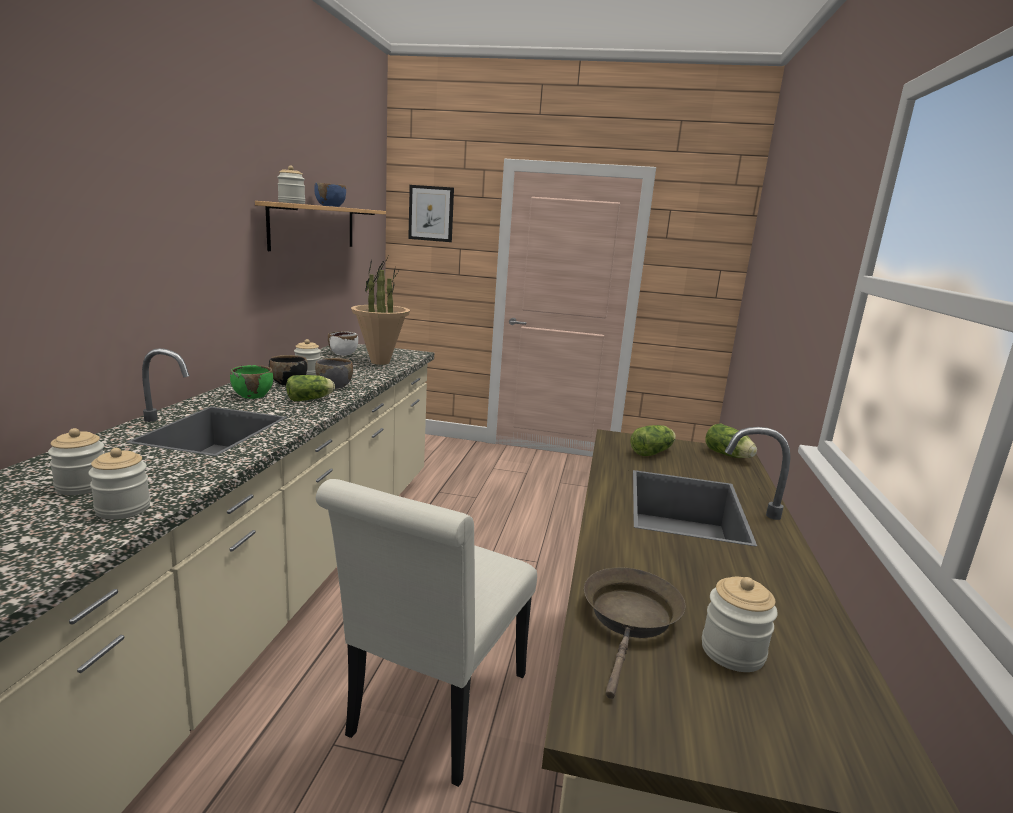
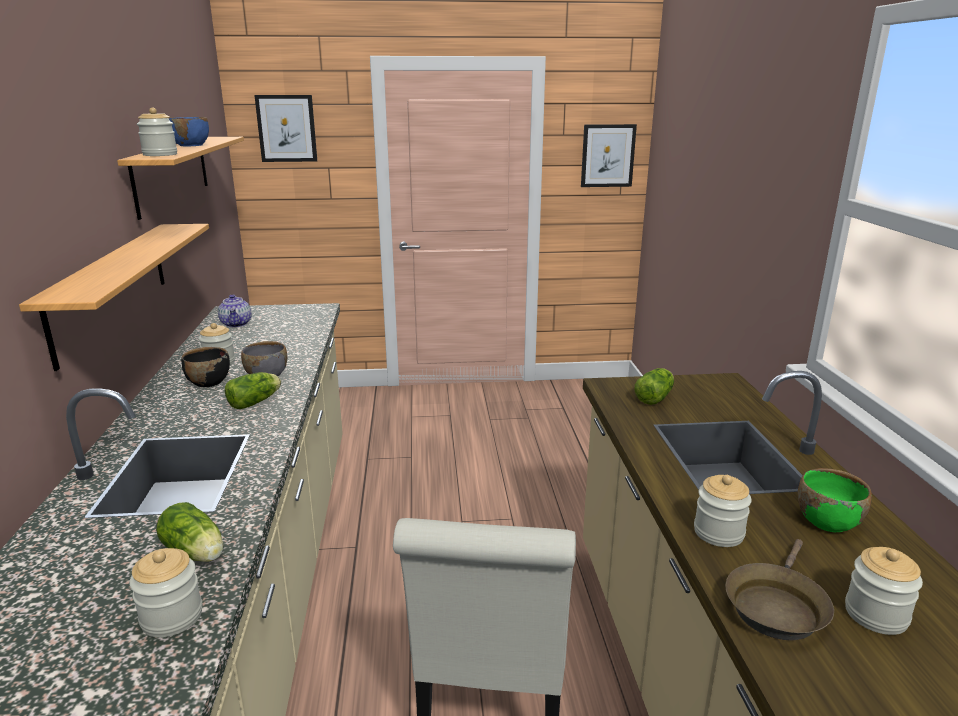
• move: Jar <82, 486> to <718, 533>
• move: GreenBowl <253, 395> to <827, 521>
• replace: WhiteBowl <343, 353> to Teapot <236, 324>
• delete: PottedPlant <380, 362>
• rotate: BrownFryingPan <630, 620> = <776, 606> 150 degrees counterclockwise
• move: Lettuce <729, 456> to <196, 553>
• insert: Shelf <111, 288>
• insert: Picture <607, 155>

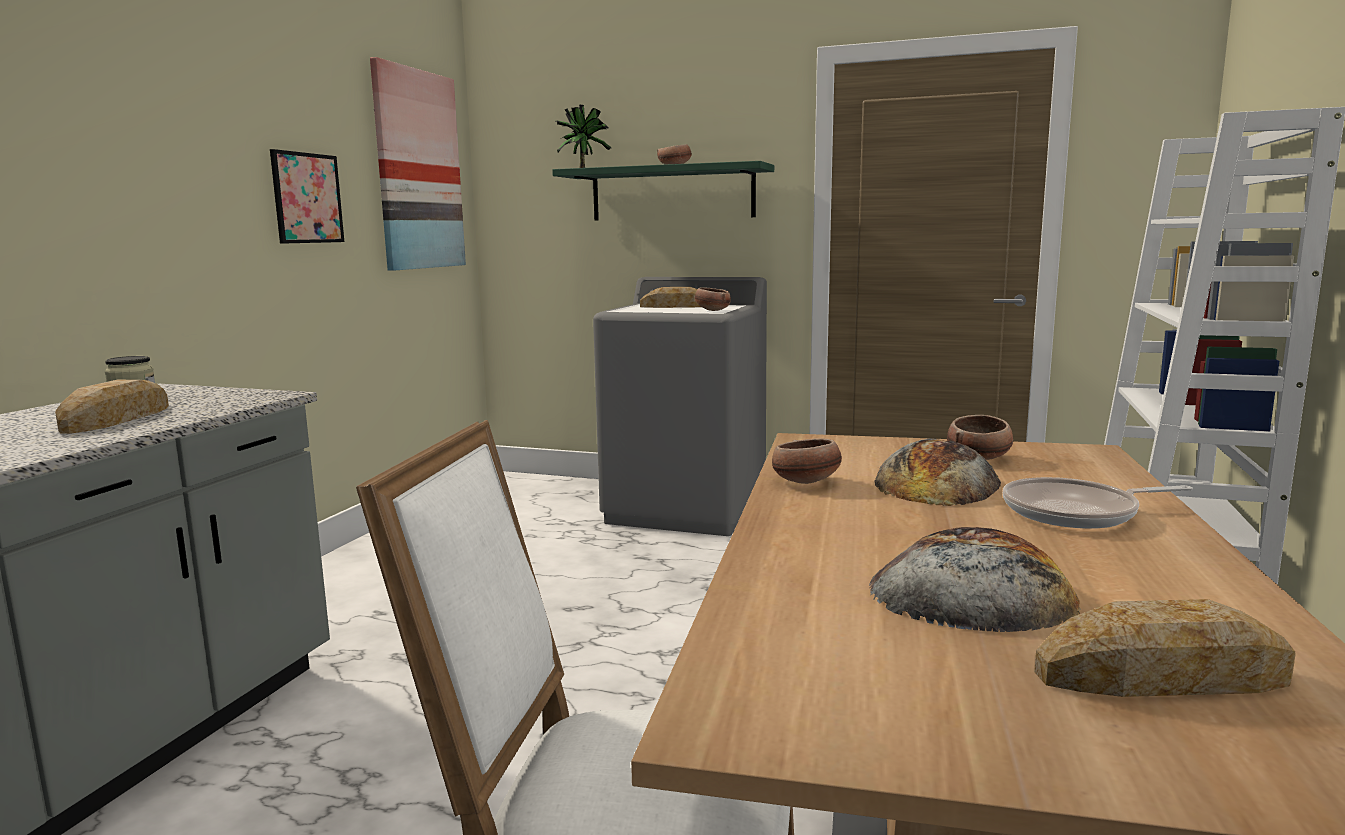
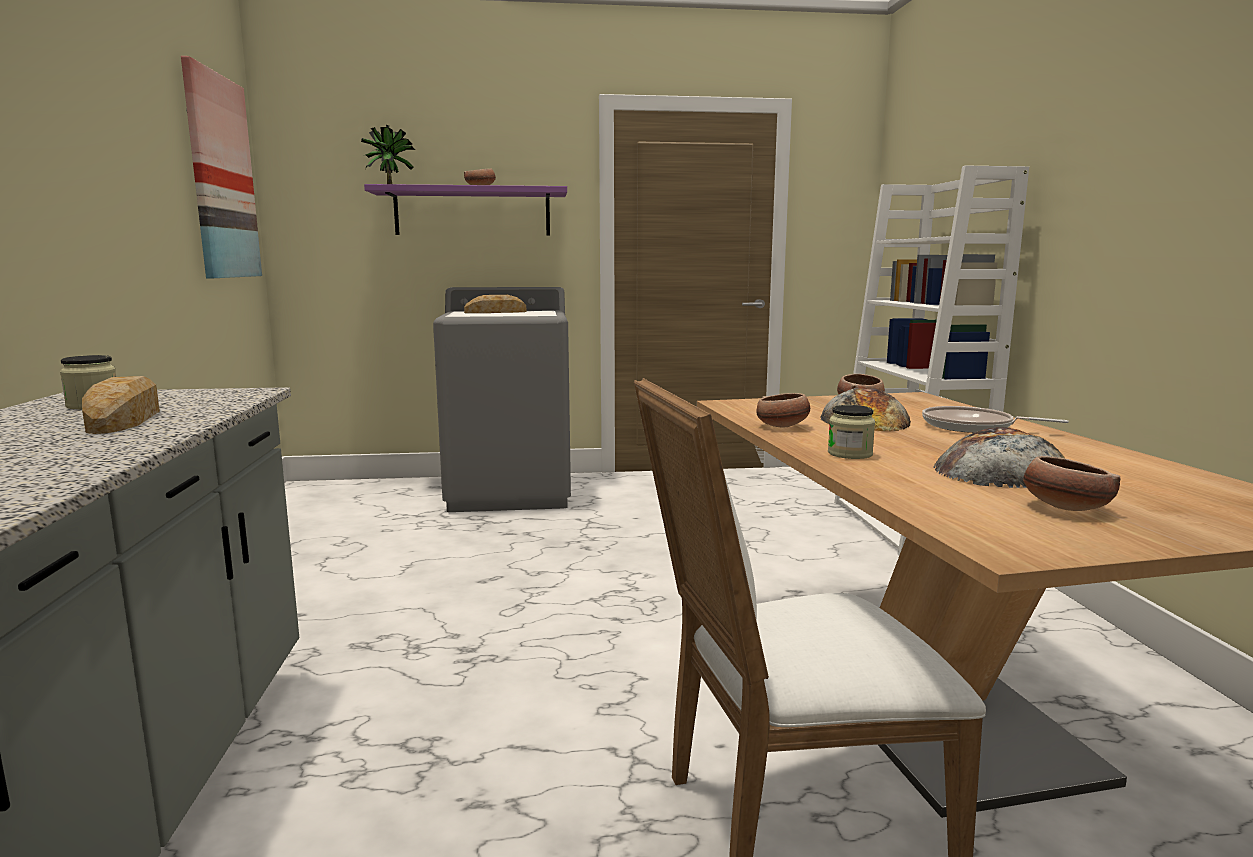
• delete: Picture <307, 198>
• recolor: GreenShelf <672, 194> to PurpleShelf <472, 212>
• move: Bowl <712, 310> to <1063, 508>
• rotate: FryingPan <1077, 513> = <973, 427> 60 degrees clockwise
• delete: Bread <1162, 675>
• insert: Jar <850, 454>

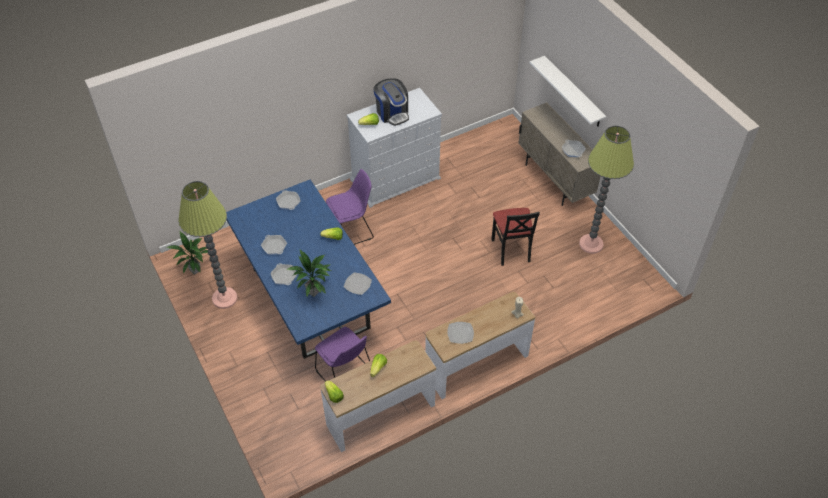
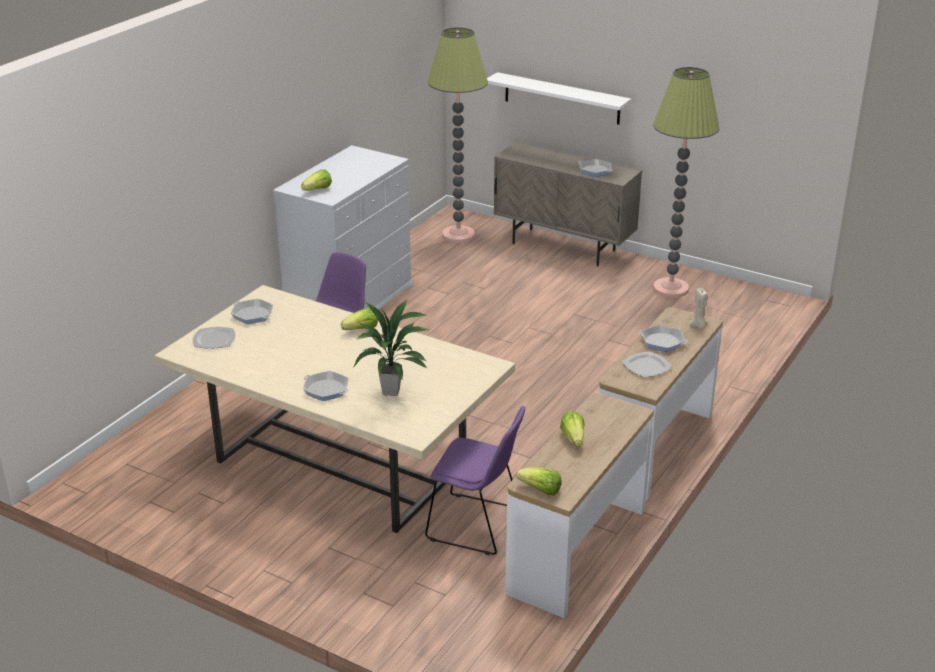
• delete: PottedPlant <195, 271>
• move: FloorLamp <224, 298> to <458, 235>
• recolor: BlueDiningTable <310, 297> to BeigeDiningTable <339, 461>
• move: FryingPan <274, 246> to <662, 342>
• move: Plate <358, 284> to <214, 340>
• delete: CoffeeMachine <392, 113>
• delete: BlackChair <511, 250>

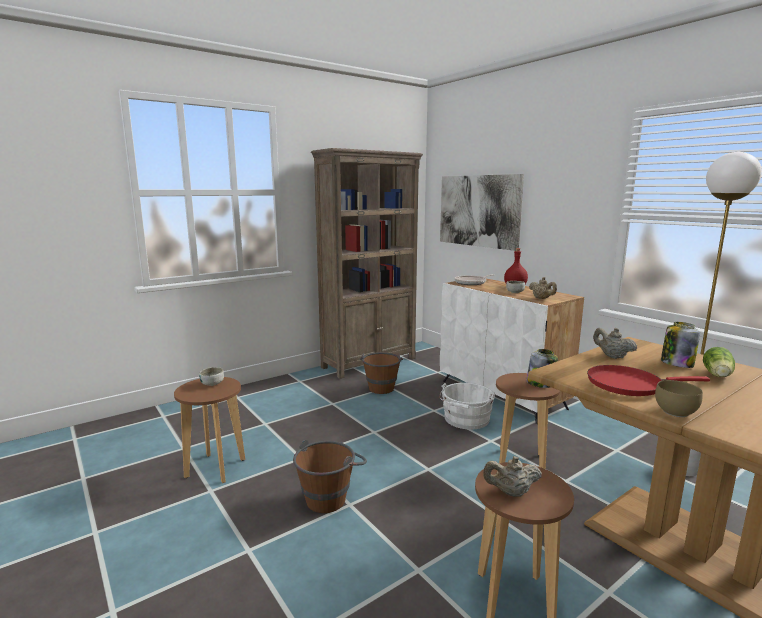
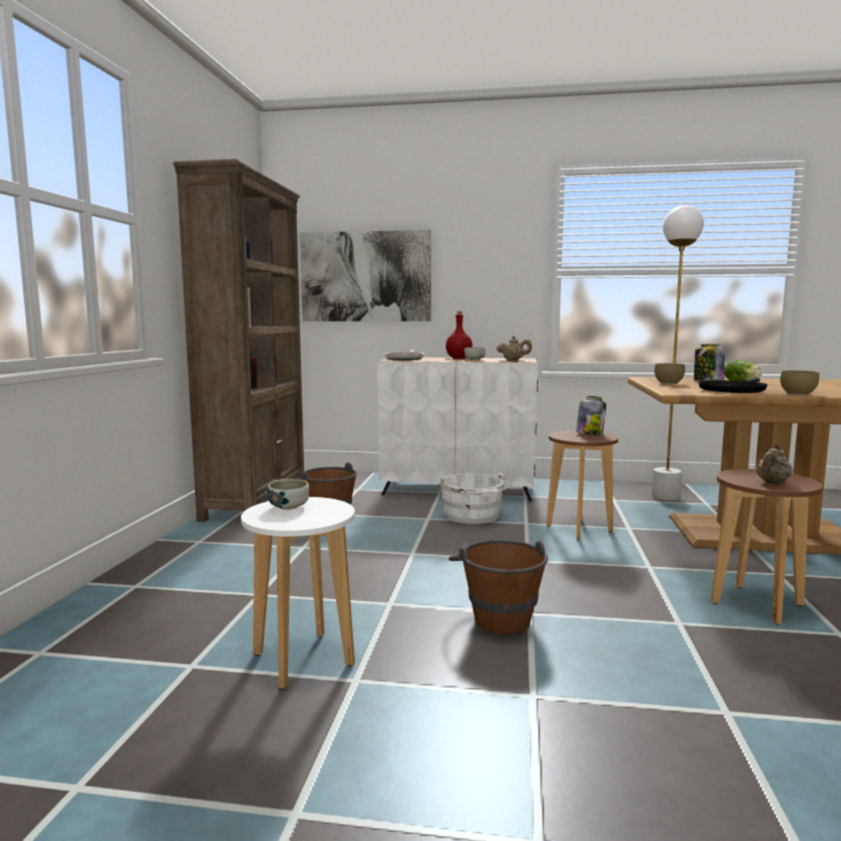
• recolor: BrownStool <215, 468> to WhiteStool <302, 659>
• recolor: RedFryingPan <628, 384> to BlackFryingPan <732, 390>
• replace: BeigeTeapot <612, 356> to BrownBowl <668, 383>

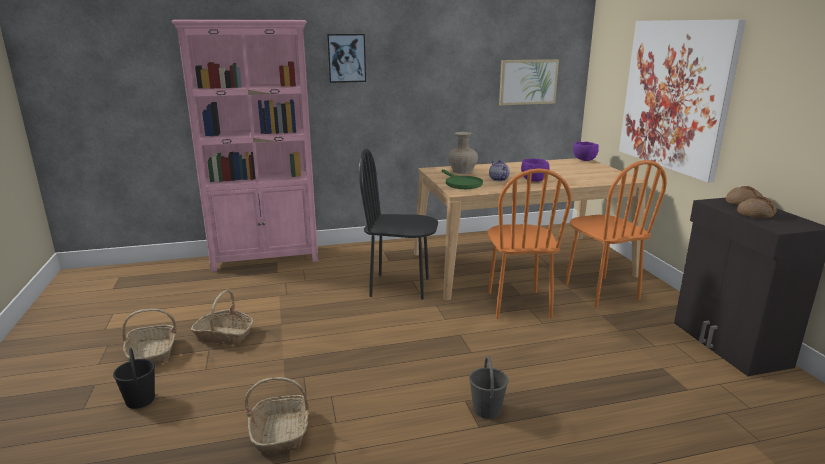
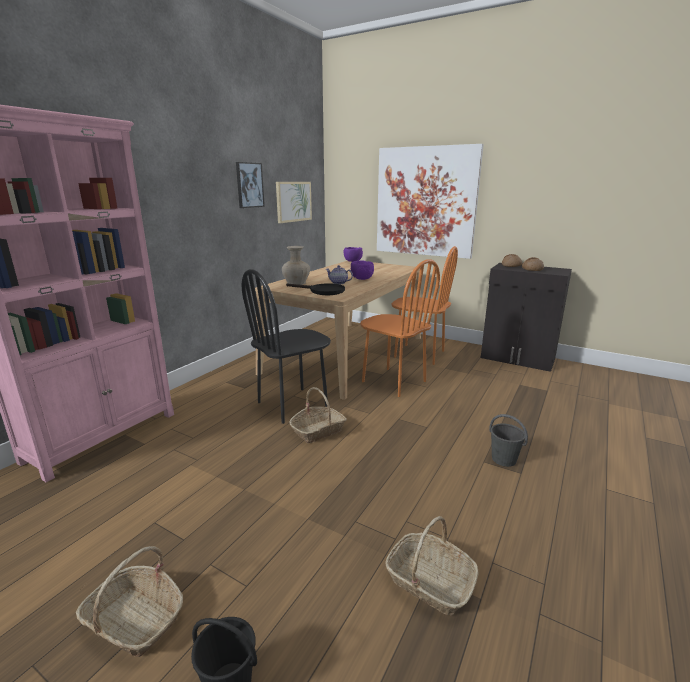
• move: Basket <224, 335> to <318, 430>
• move: Picture <346, 58> to <249, 185>
• recolor: GreenFryingPan <461, 183> to BlackFryingPan <322, 291>

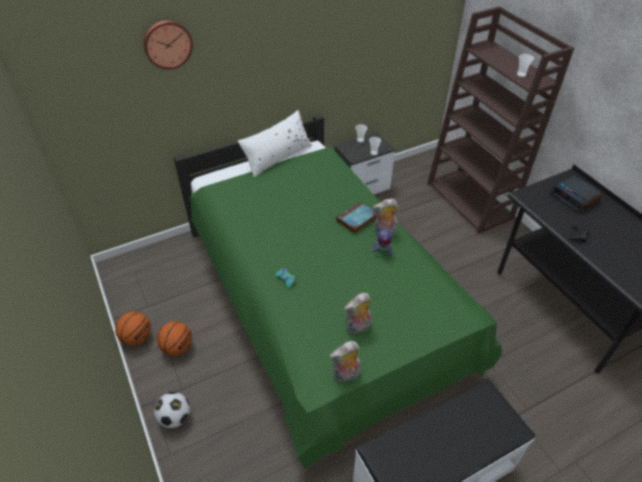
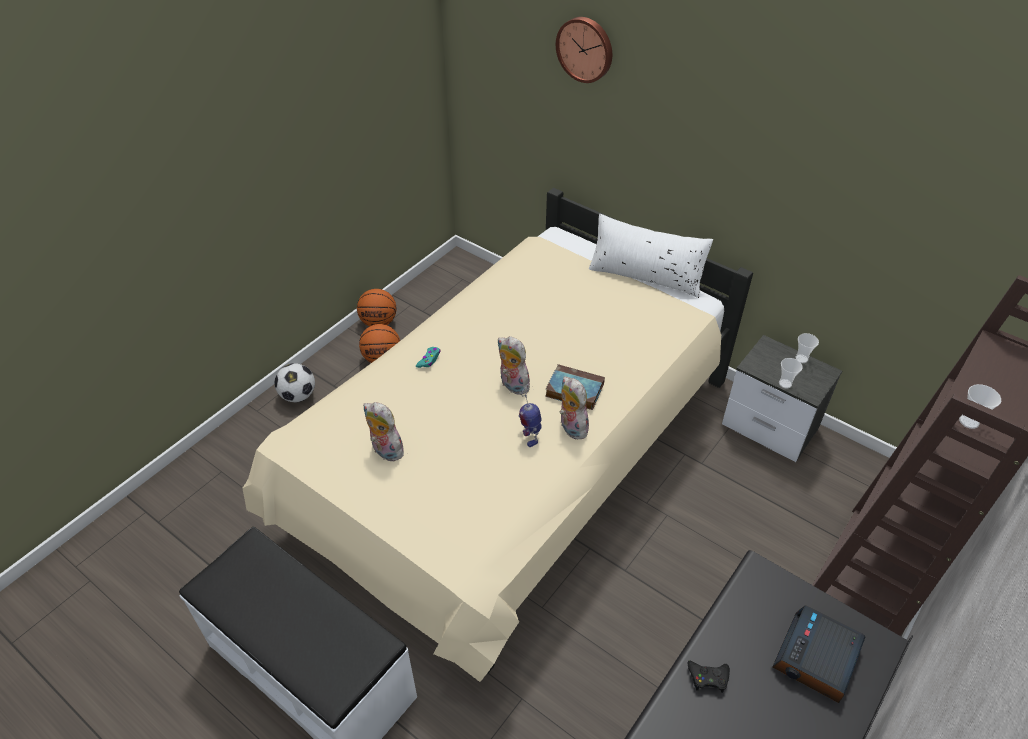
• recolor: GreenBed <320, 304> to BeigeBed <513, 460>
• move: PlushToy <346, 375> to <512, 385>

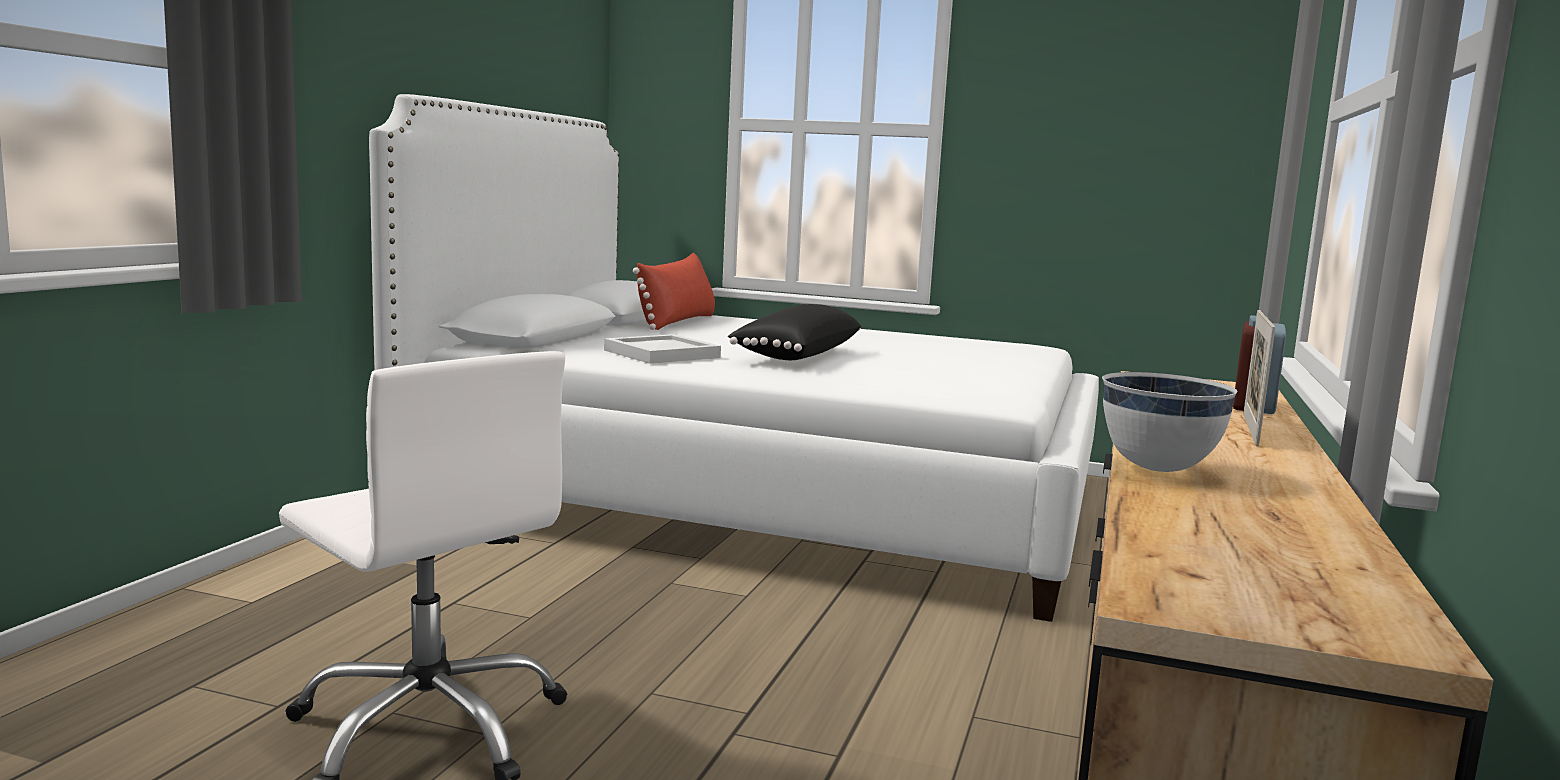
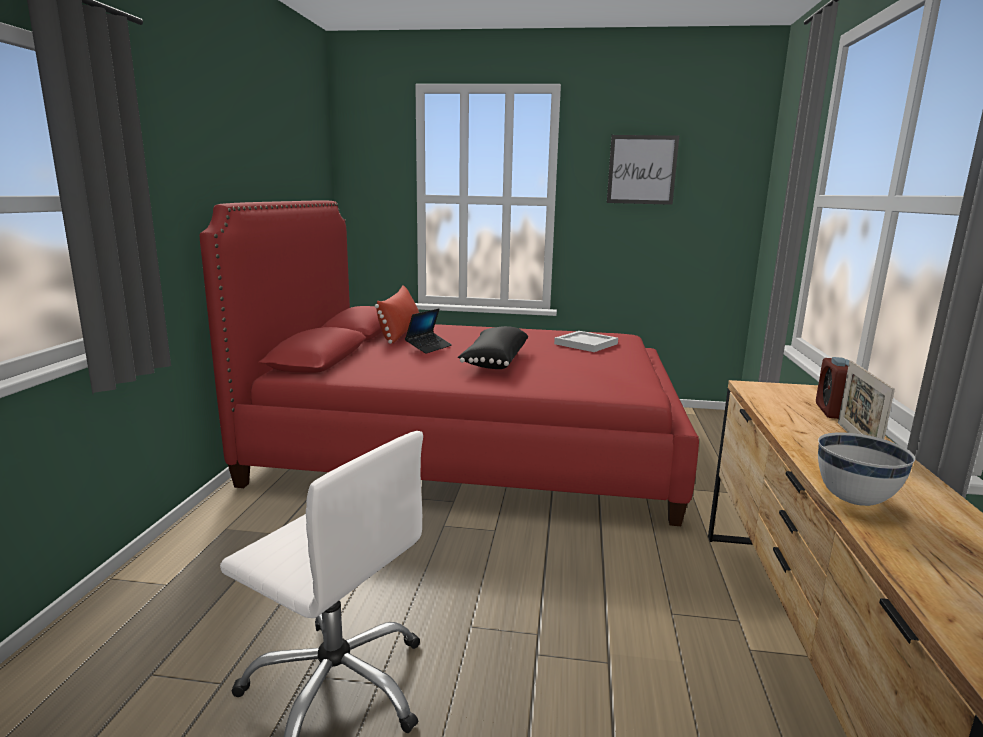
• recolor: WhiteBed <765, 496> to RedBed <471, 443>
• move: WhiteTray <662, 353> to <585, 343>
• insert: Laptop <428, 347>
• insert: Picture <642, 170>

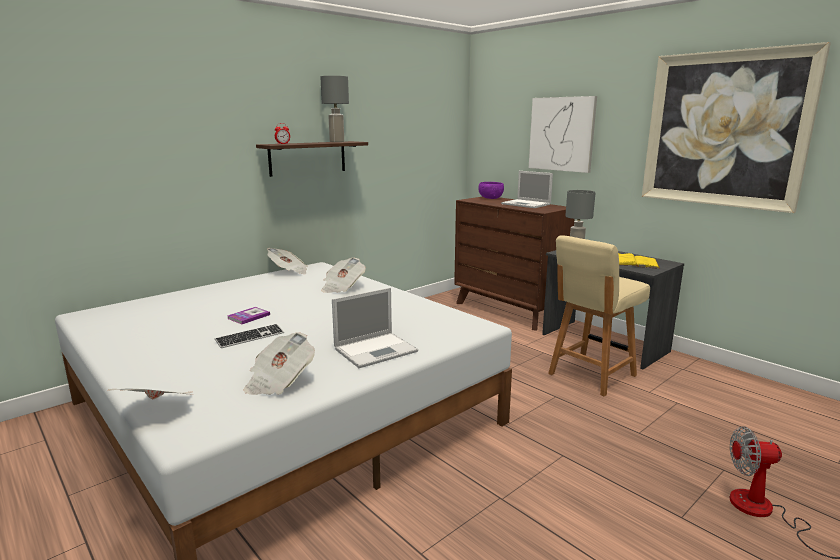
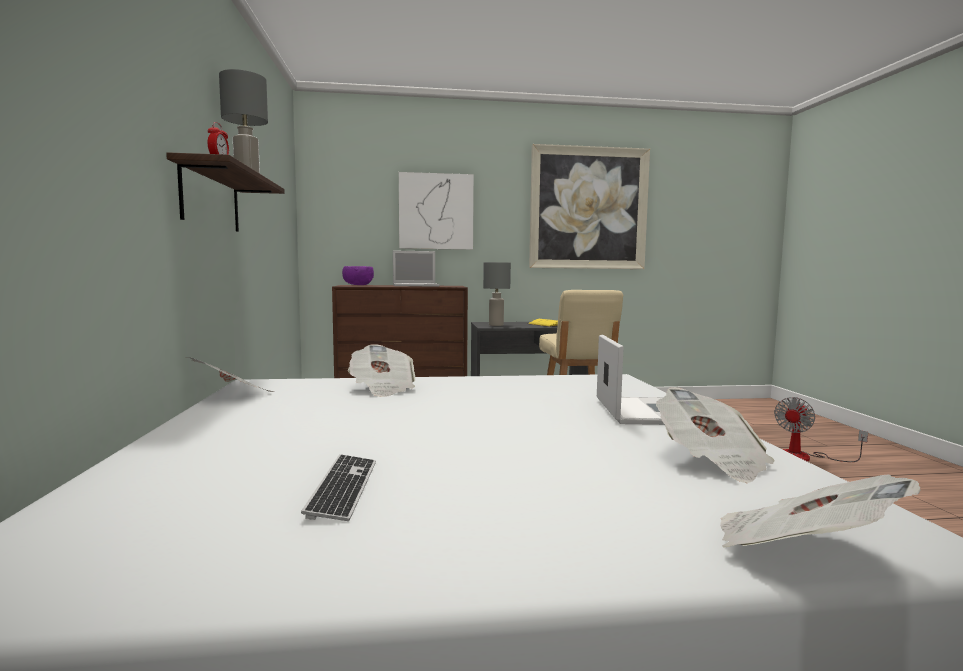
• move: Keyboard <250, 337> to <343, 488>
• delete: Book <248, 316>

